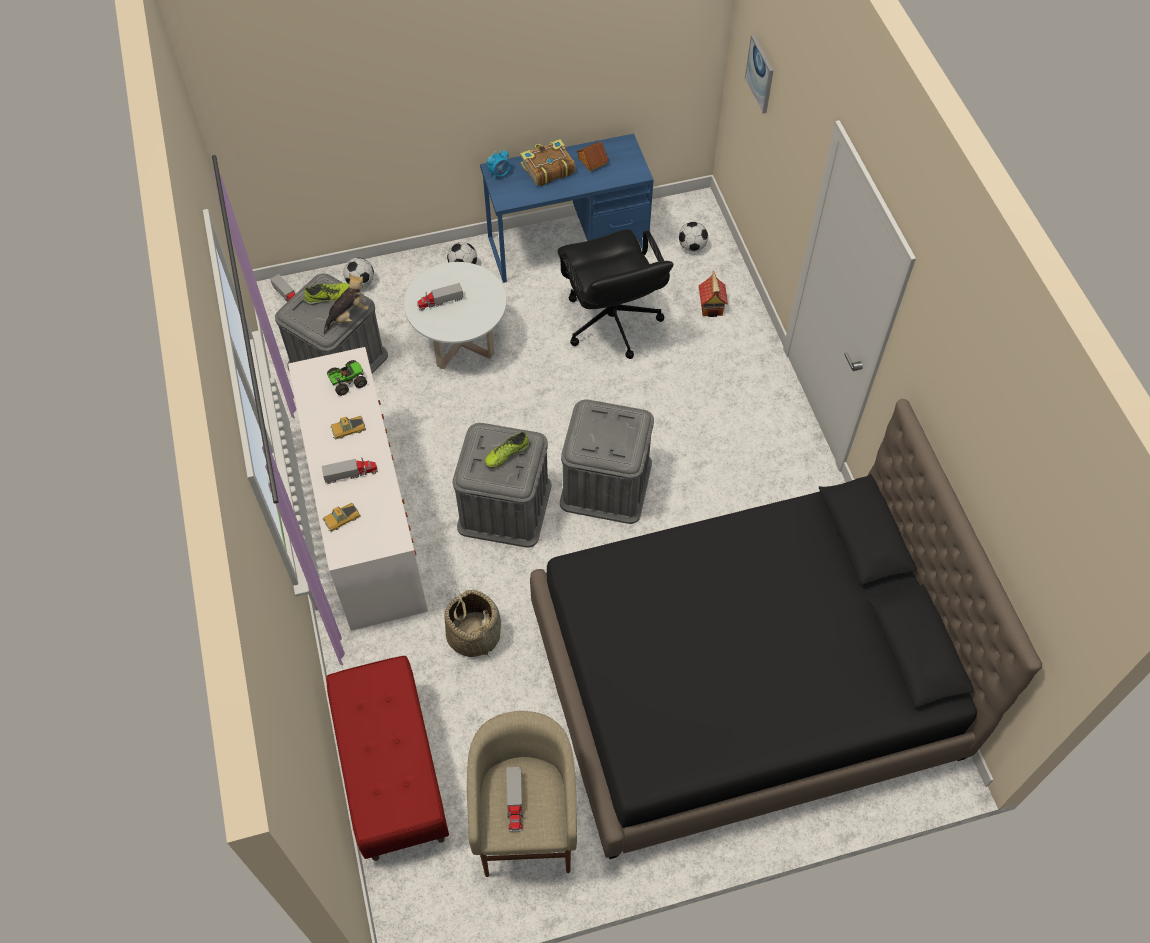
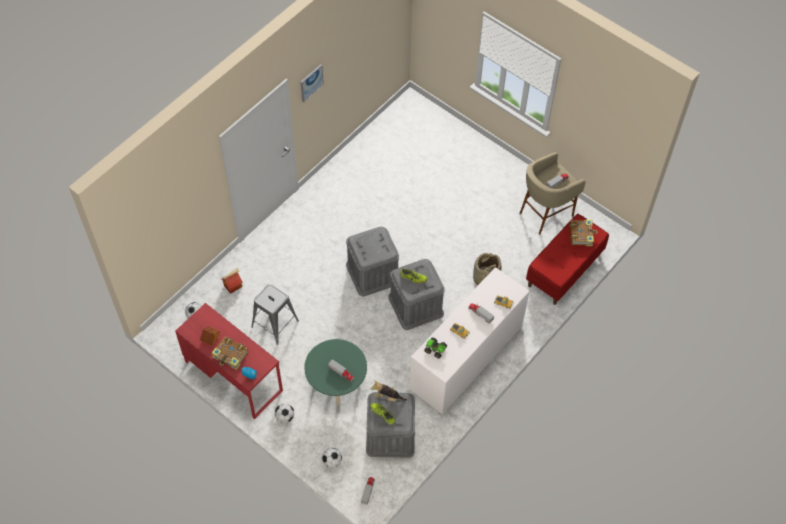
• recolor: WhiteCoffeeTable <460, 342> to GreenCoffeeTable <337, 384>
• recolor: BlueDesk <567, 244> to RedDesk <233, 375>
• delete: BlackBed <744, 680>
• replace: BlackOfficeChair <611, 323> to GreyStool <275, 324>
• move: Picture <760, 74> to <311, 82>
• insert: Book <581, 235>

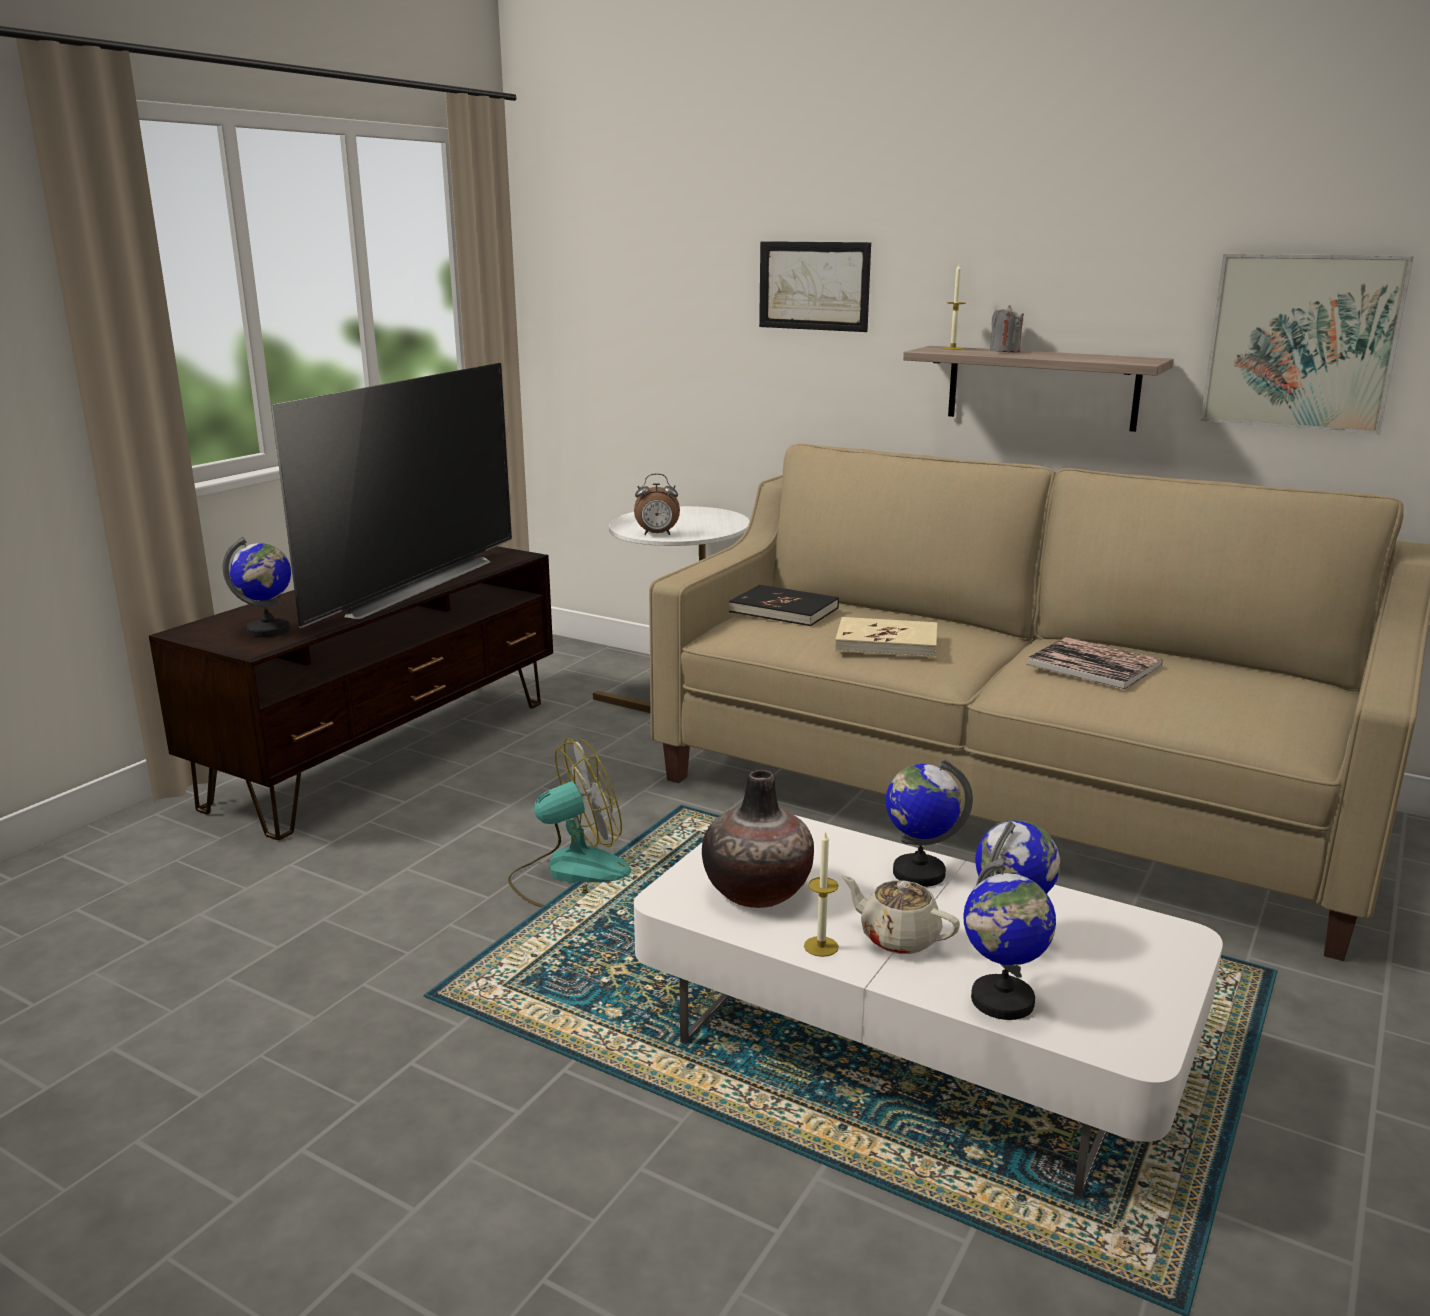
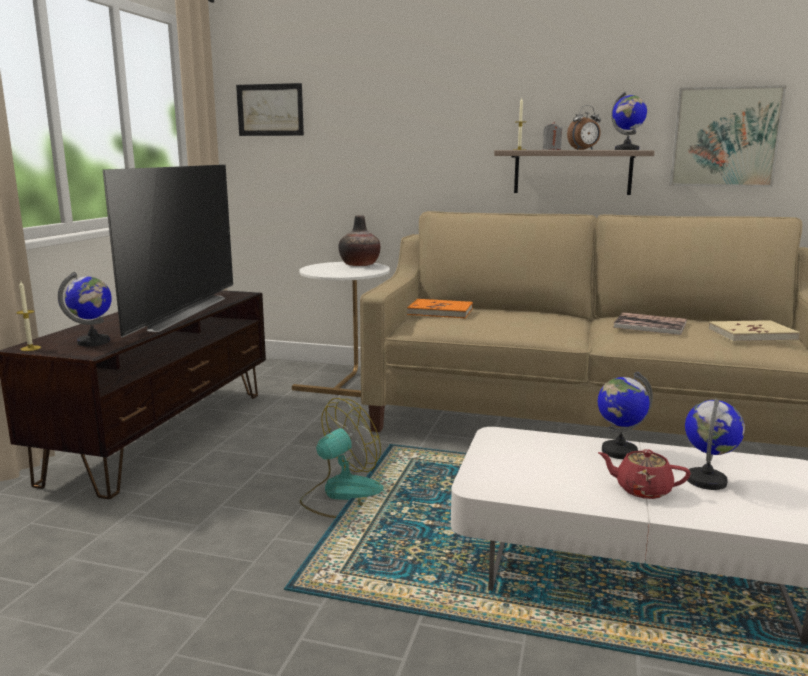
• move: AlarmClock <657, 534> to <584, 150>
• move: Vase <758, 891> to <360, 264>
• recolor: BlackBook <784, 610> to OrangeBook <440, 312>
• move: Picture <814, 286> to <270, 110>
• move: Candle <821, 946> to <30, 348>
• move: BeigeBook <886, 642> to <751, 335>
• recolor: BeigeTeapot <898, 937> to RedTeapot <641, 489>
• move: Globe <1002, 1001> to <626, 150>

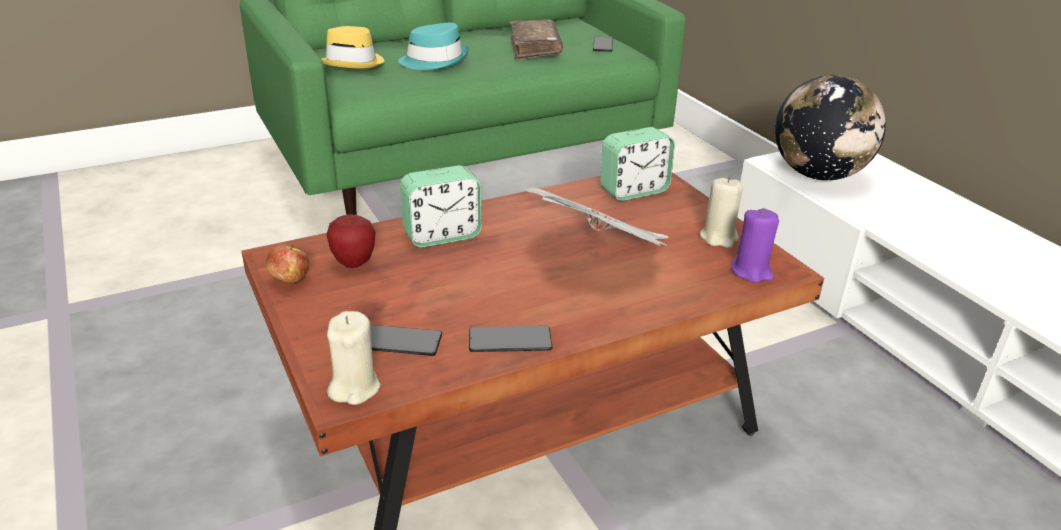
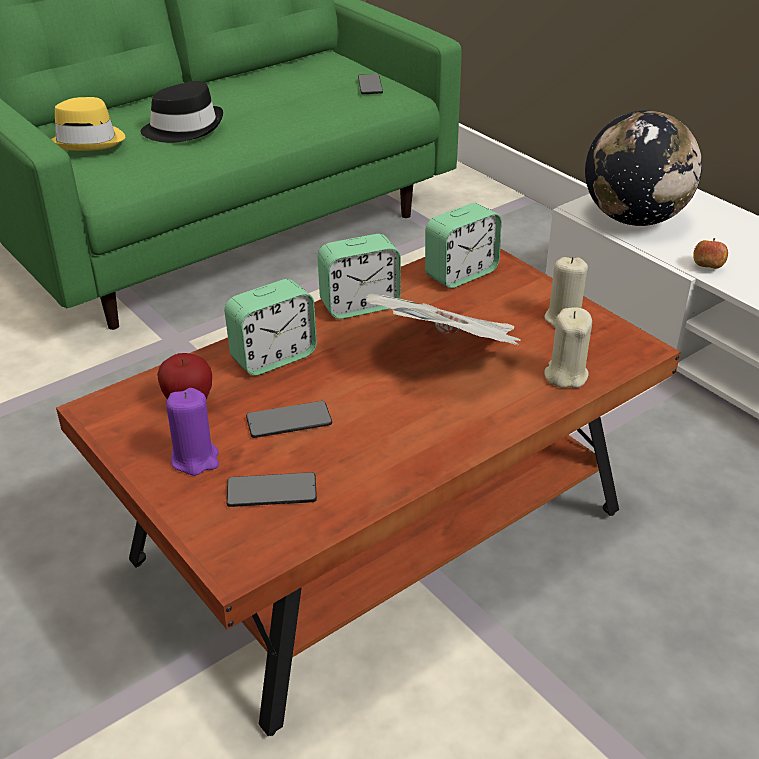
• move: Apple <289, 280> to <707, 267>
• move: BeigeCandle <354, 387> to <565, 375>
• recolor: TurquoiseHat <434, 61> to BlackHat <184, 128>
• move: Phone <510, 340> to <289, 421>
• delete: BrownBook <535, 49>
• move: PurpleCandle <751, 271> to <195, 459>
• insert: AlarmClock <359, 305>

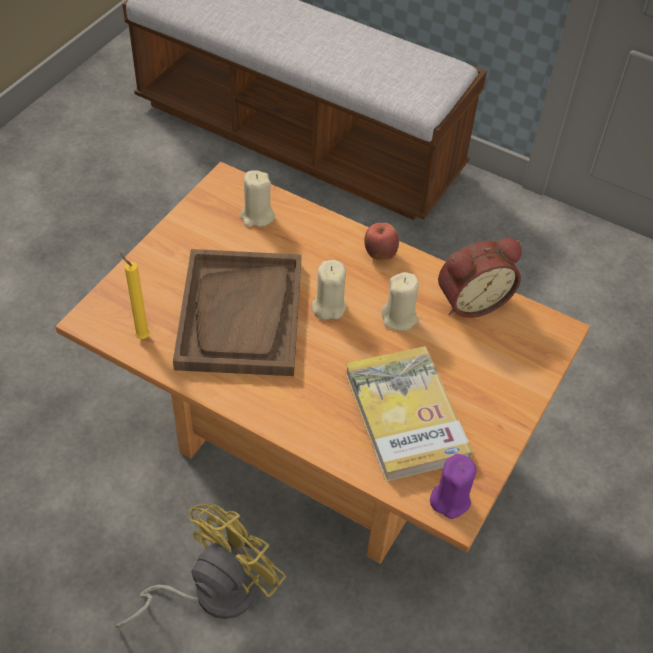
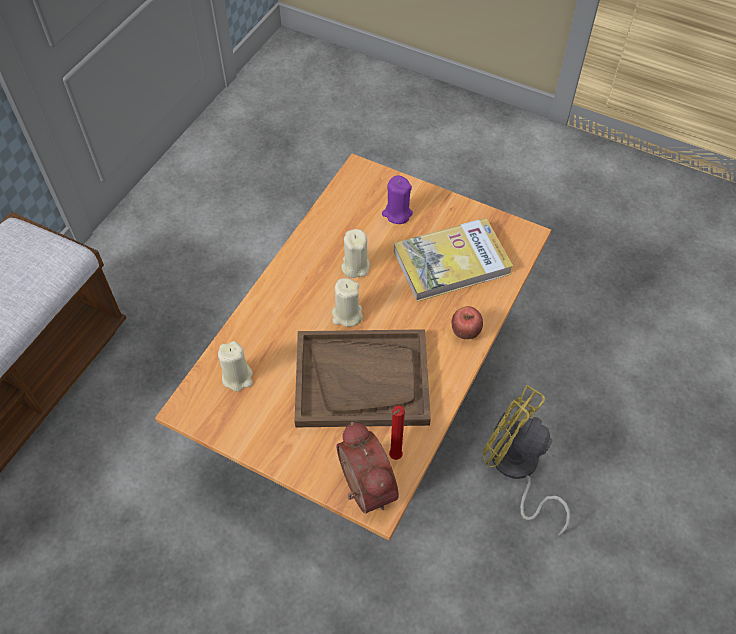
• recolor: YellowCandle <141, 336> to RedCandle <394, 457>
• move: Apple <380, 254> to <465, 332>
• move: PurpleCandle <450, 499> to <397, 213>
• move: AlarmClock <471, 300> to <362, 488>

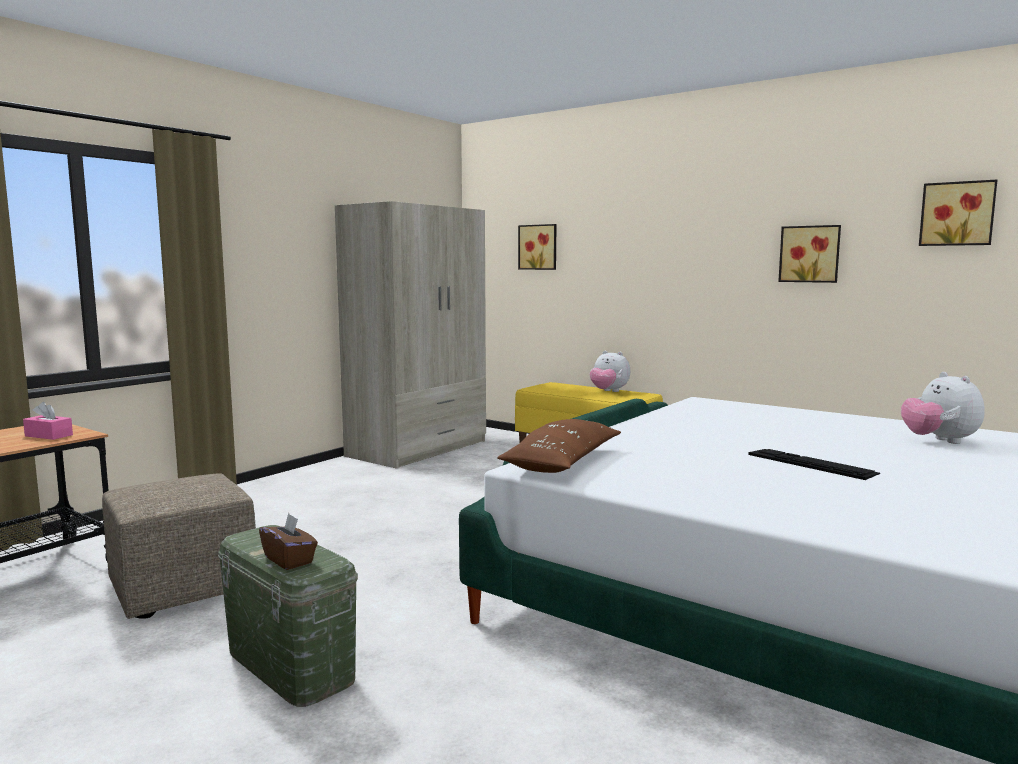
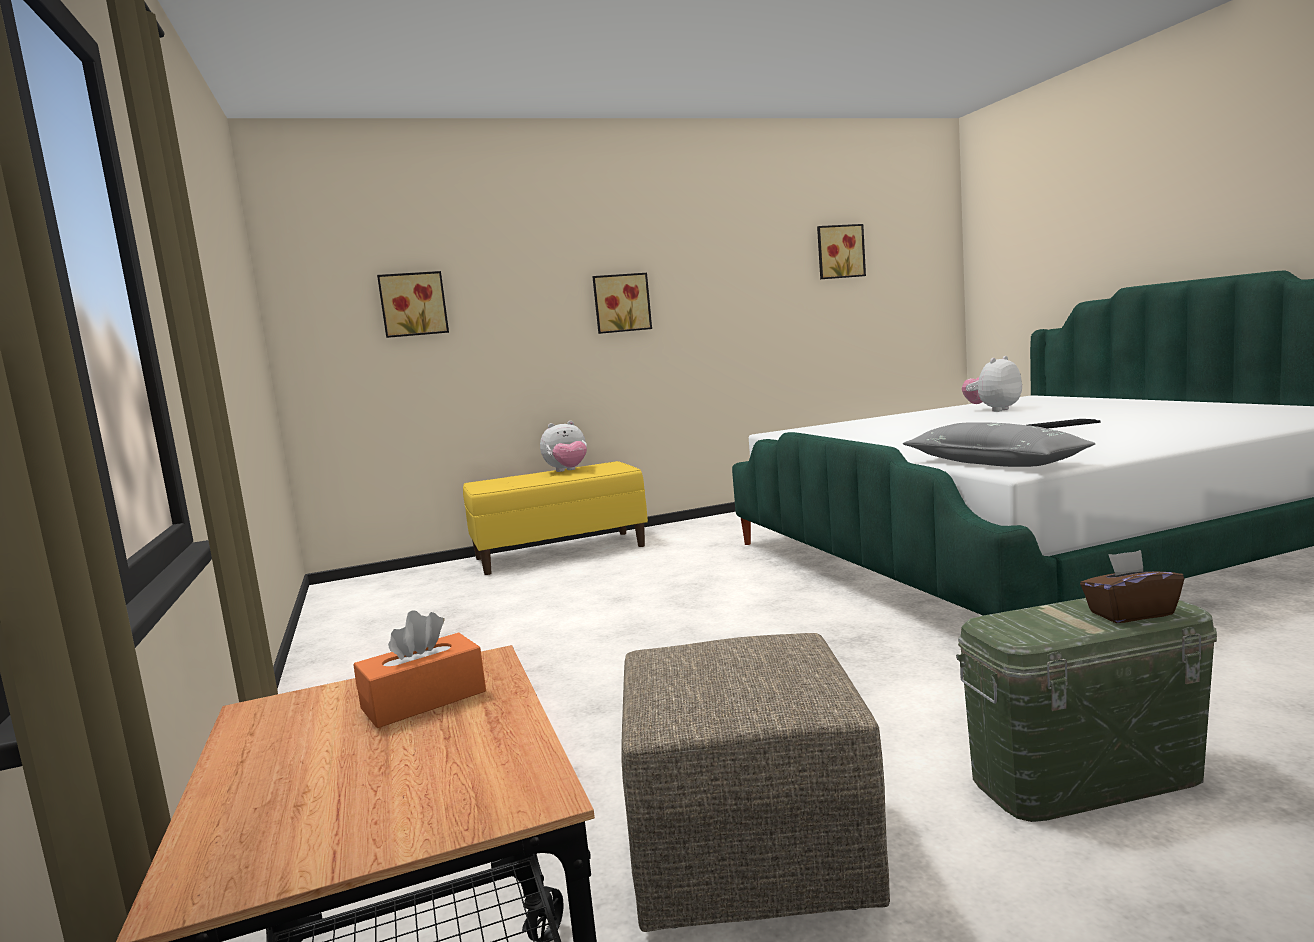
• recolor: PinkTissueBox <49, 435> to OrangeTissueBox <424, 700>
• delete: BeigeWardrobe <419, 448>
• recolor: BrownPillow <562, 462> to GreyPillow <994, 463>
• move: Picture <810, 254> to <621, 303>
• rotate: PlushToy <939, 441> = <993, 410> 120 degrees clockwise

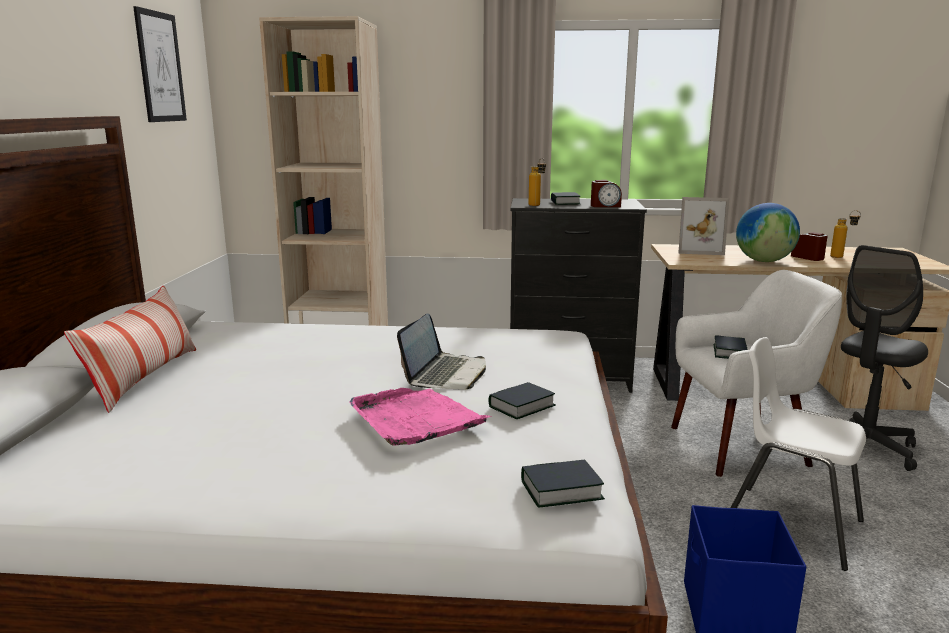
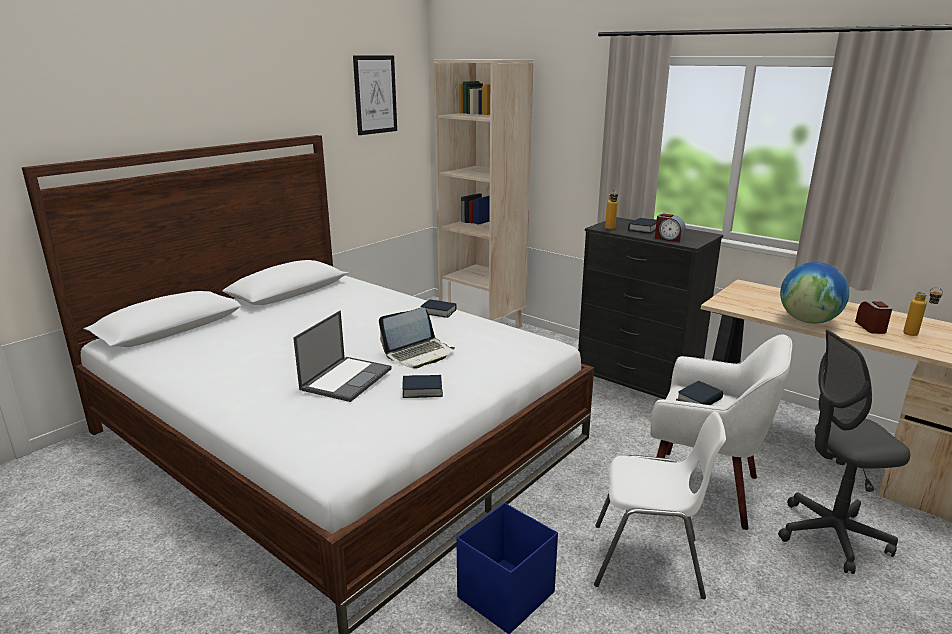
• delete: Pillow <145, 378>
• replace: PinkTray <415, 419> to Laptop <346, 378>
• move: Book <561, 490> to <438, 312>
• delete: PictureFrame <699, 250>
• rotate: WhiteChair <790, 524> = <648, 561> 120 degrees clockwise

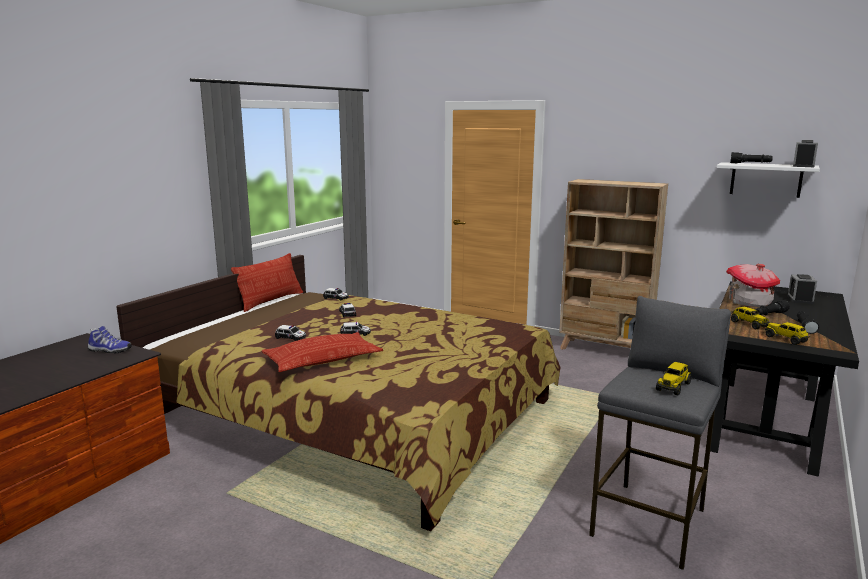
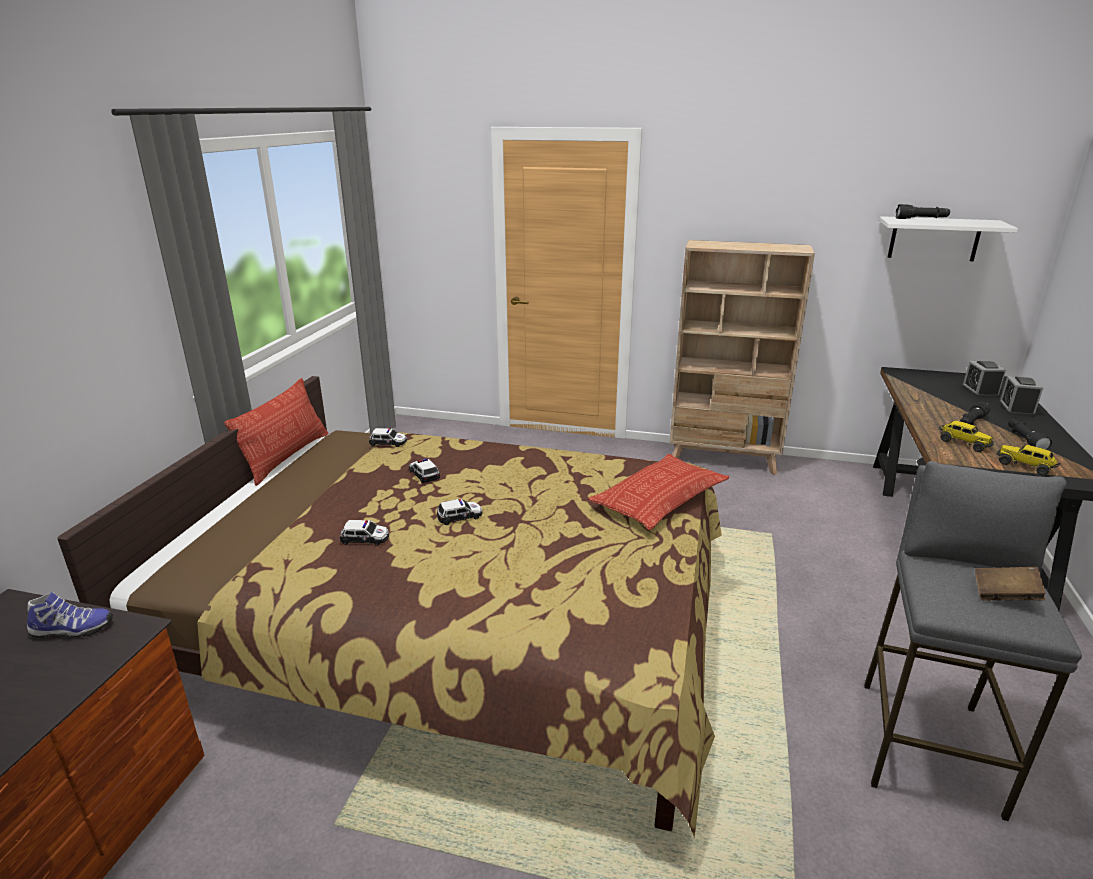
• move: Pillow <322, 359> to <659, 498>
• replace: ToyTruck <673, 386> to BrownBook <1004, 595>
• delete: ToyHouse <749, 302>
• move: AlarmClock <803, 166> to <1016, 409>

